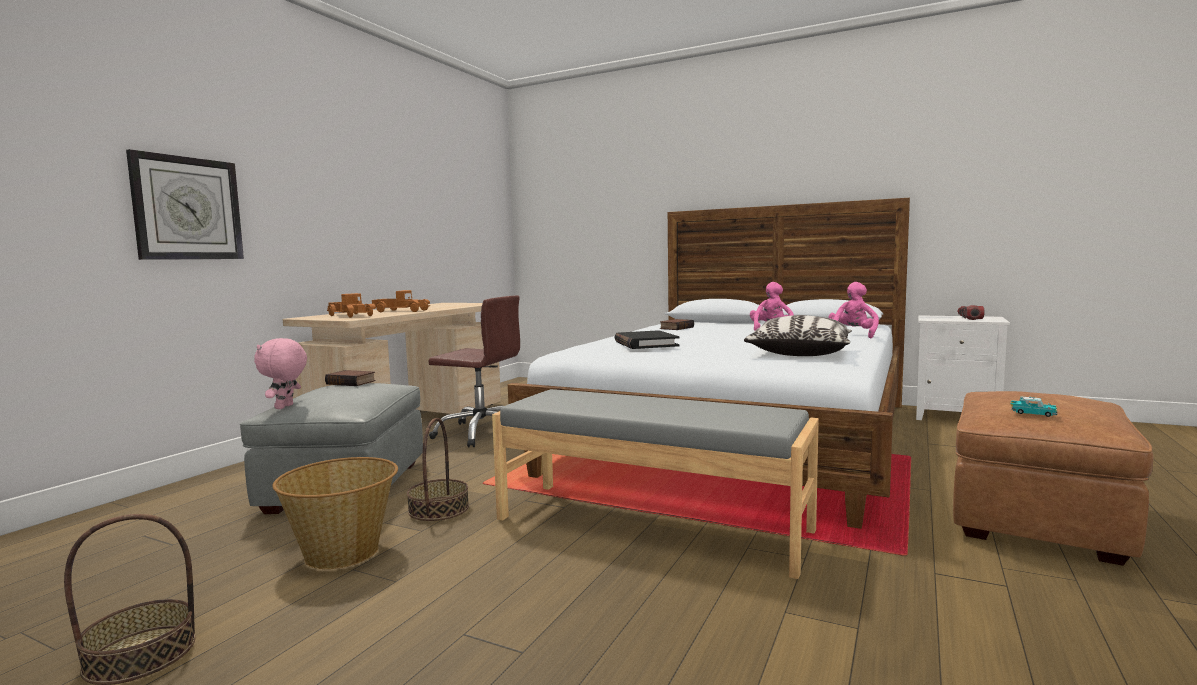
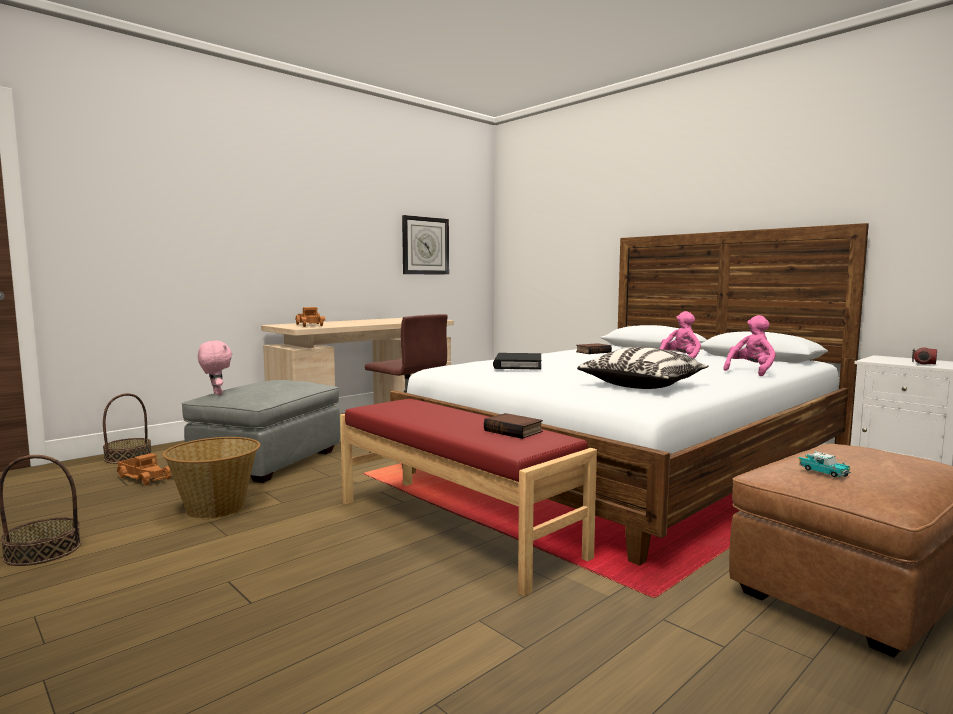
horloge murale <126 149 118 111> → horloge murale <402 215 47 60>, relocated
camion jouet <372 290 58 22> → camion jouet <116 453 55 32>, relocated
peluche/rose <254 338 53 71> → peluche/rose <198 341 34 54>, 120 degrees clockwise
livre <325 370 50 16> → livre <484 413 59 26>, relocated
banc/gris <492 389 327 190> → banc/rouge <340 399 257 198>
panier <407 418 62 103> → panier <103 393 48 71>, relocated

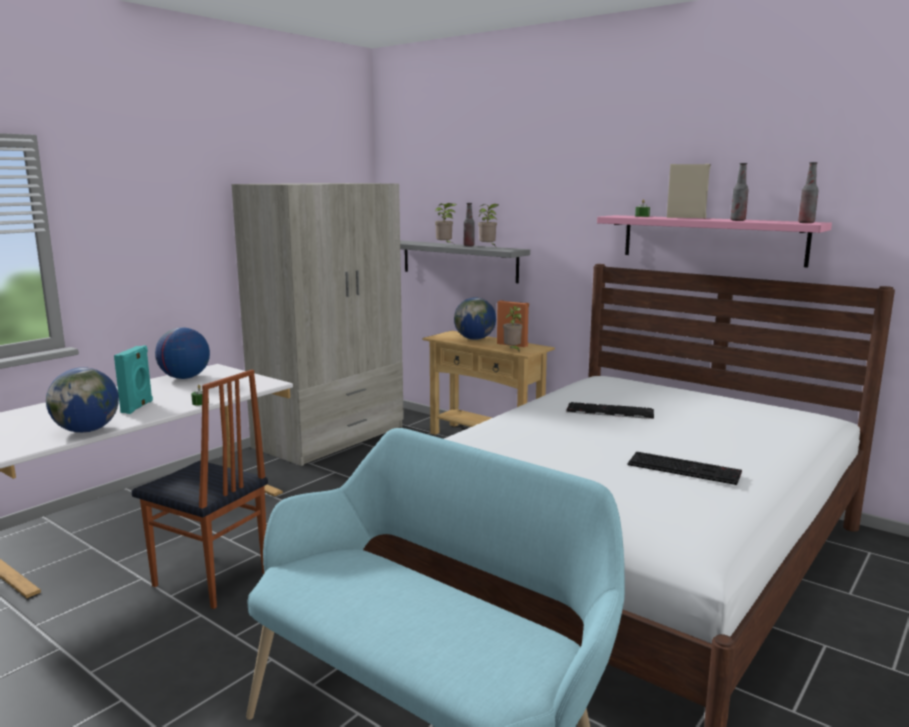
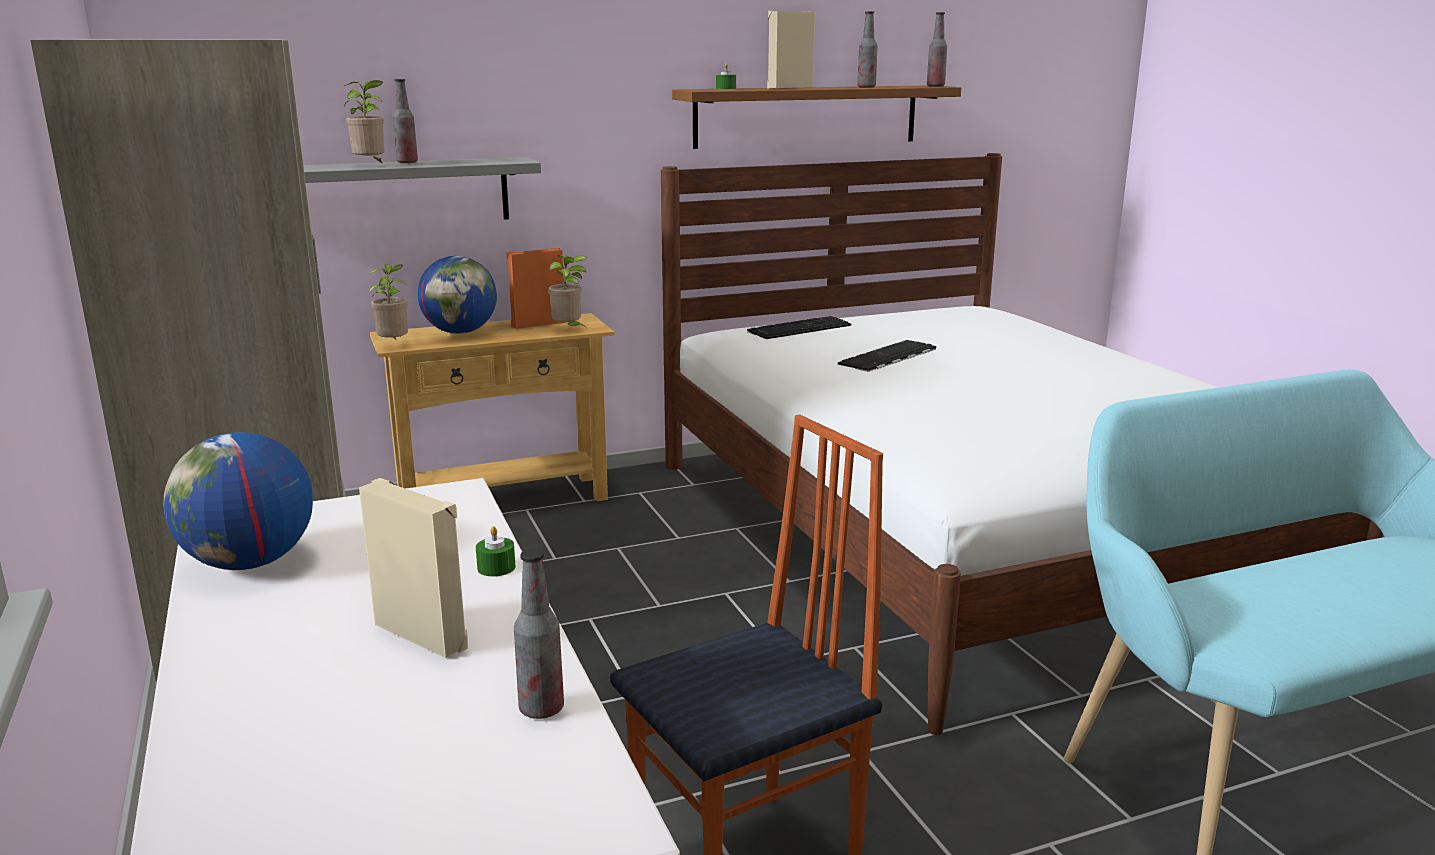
plante en pot <478 204 20 42> → plante en pot <368 264 40 75>, relocated
étagère/rose <597 215 235 53> → étagère/marron <672 85 289 64>
enceinte/turquoise <114 346 39 68> → enceinte/beige <359 478 109 180>
globe <46 367 73 66> → bouteille <514 549 50 170>
clavier <628 452 114 33> → clavier <747 316 104 23>, relocated

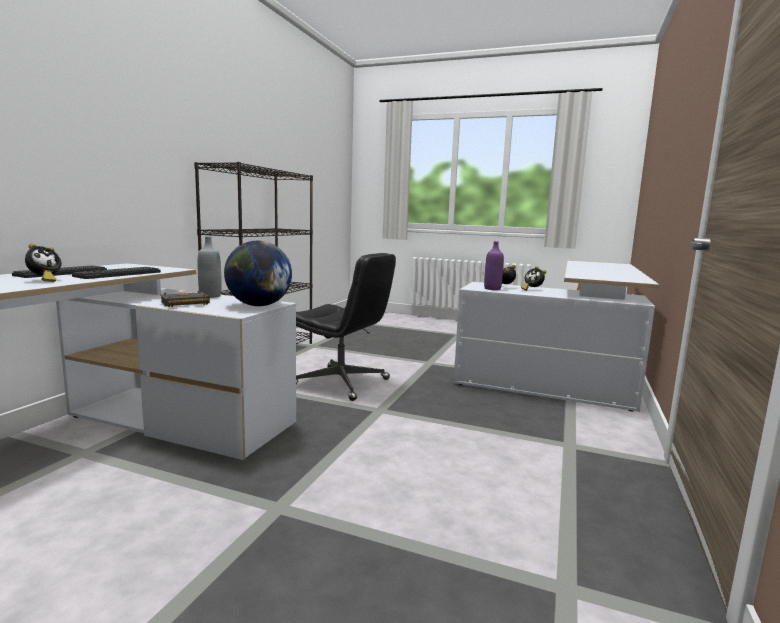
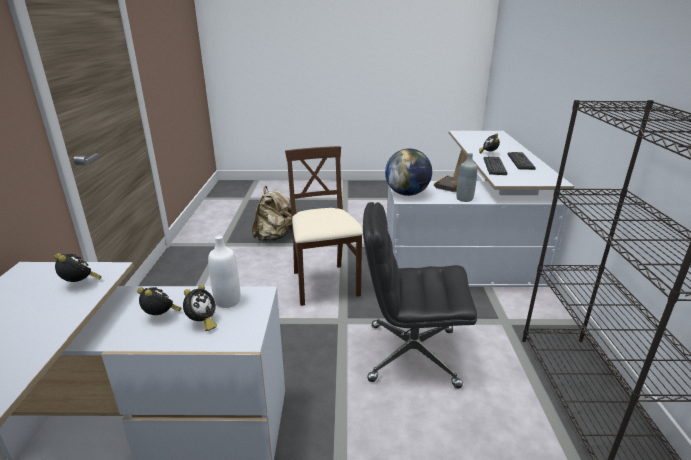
bouteille/violet <484 241 20 49> → bouteille/blanc <208 235 32 73>
- → chaise/beige <285 146 78 160>
- → sac à dos/beige <252 186 40 55>
- → réveil <54 253 48 29>

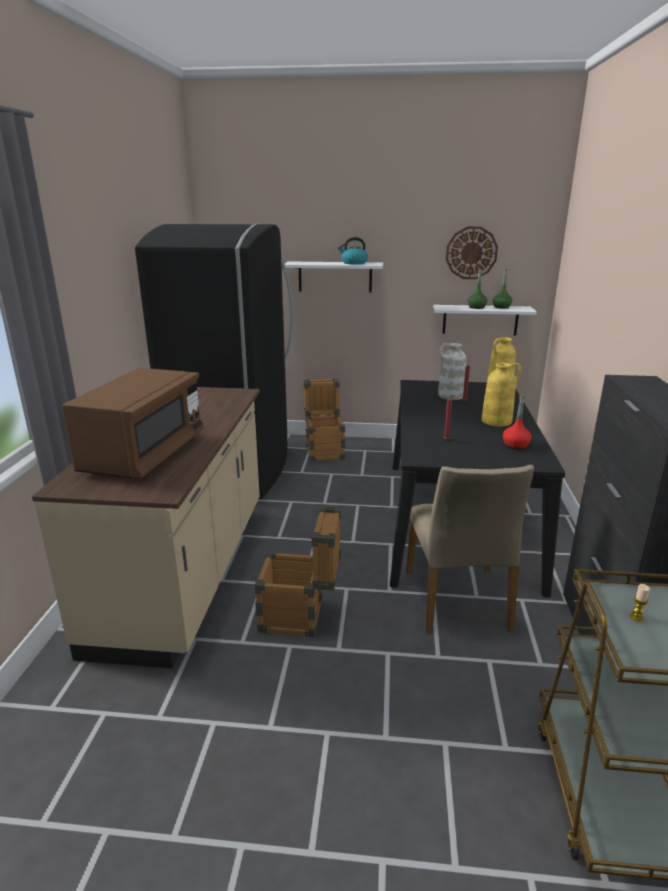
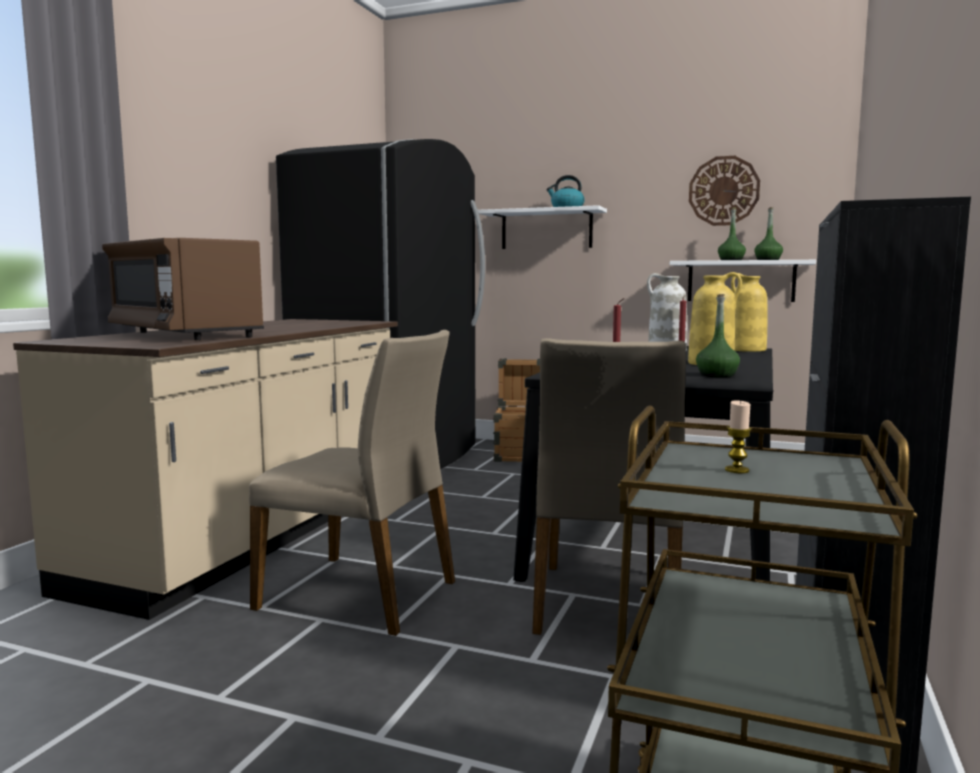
micro-ondes/marron <62 368 142 111> → micro-ondes/marron <102 238 162 102>, 105 degrees clockwise
bouteille/rouge <503 395 29 54> → bouteille/vert <696 294 44 83>
caisse <254 507 87 130> → chaise/beige <249 330 206 306>

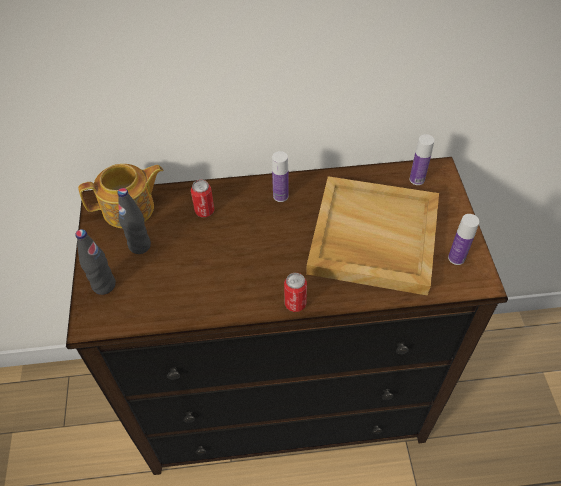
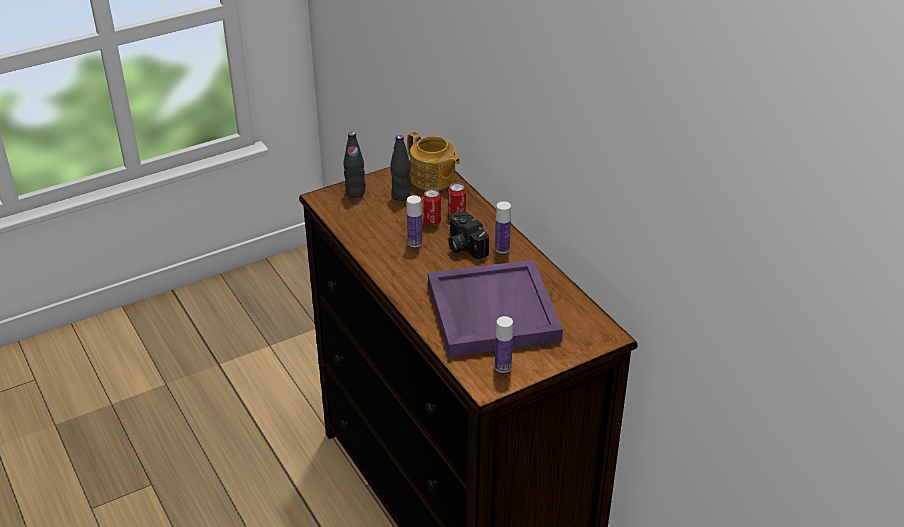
bouteille <410 134 24 51> → bouteille <407 195 15 52>, relocated
plateau/beige <306 176 133 120> → plateau/violet <428 260 135 97>
boîte métallique <284 273 23 39> → boîte métallique <423 189 18 36>, relocated
- → appareil photo <448 211 41 49>

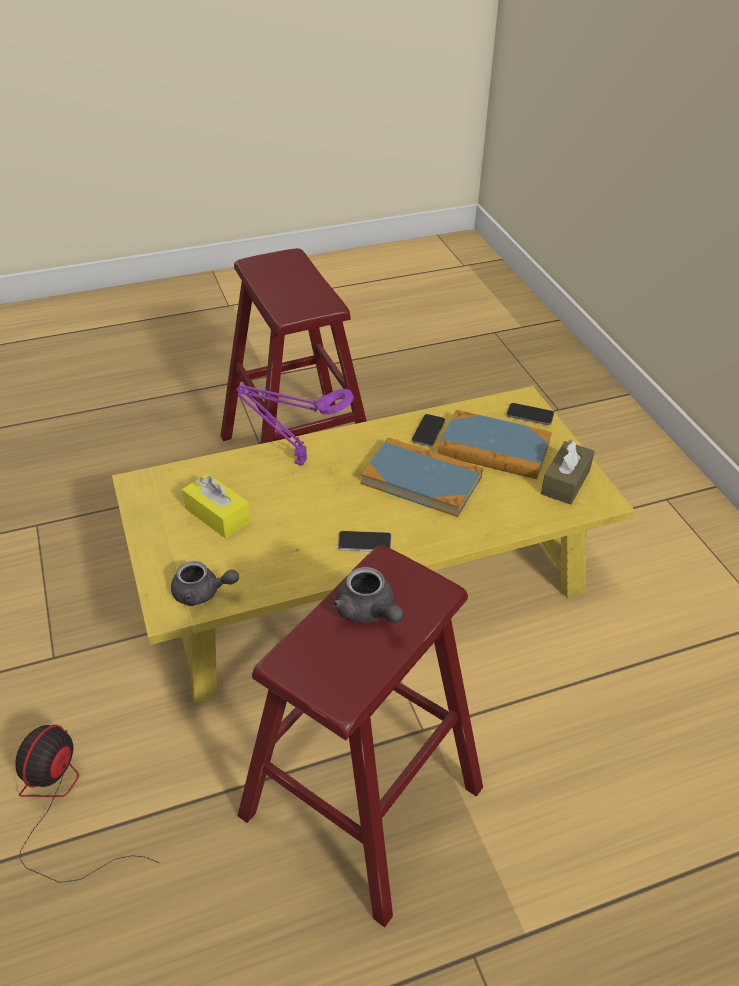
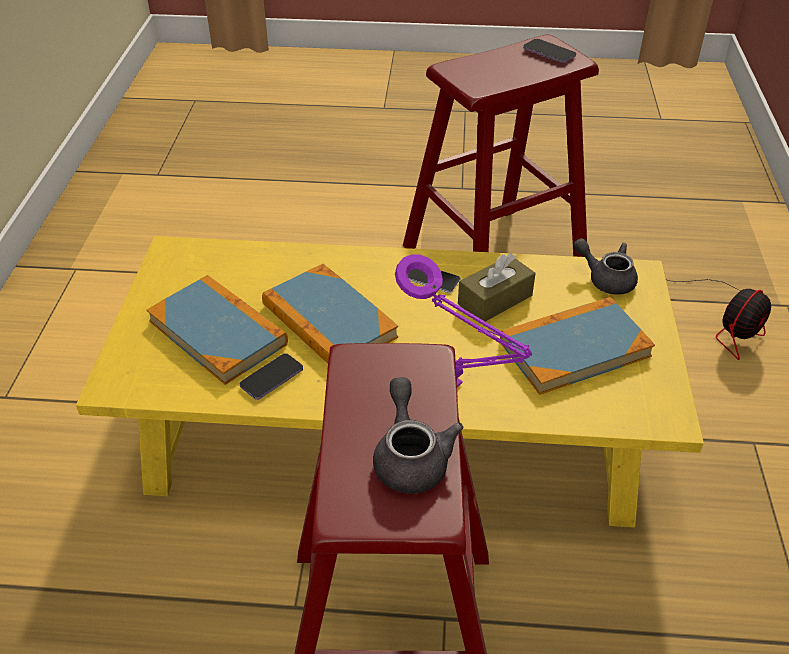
téléphone <507 403 47 22> → téléphone <523 39 53 24>, relocated
boîte à mouchoirs/marron <541 439 54 66> → boîte à mouchoirs/marron <458 253 78 69>, relocated
boîte à mouchoirs/jaune <182 473 69 65> → livre <500 297 155 98>
théière/gris <333 567 71 56> → théière/gris <373 377 90 117>, relocated

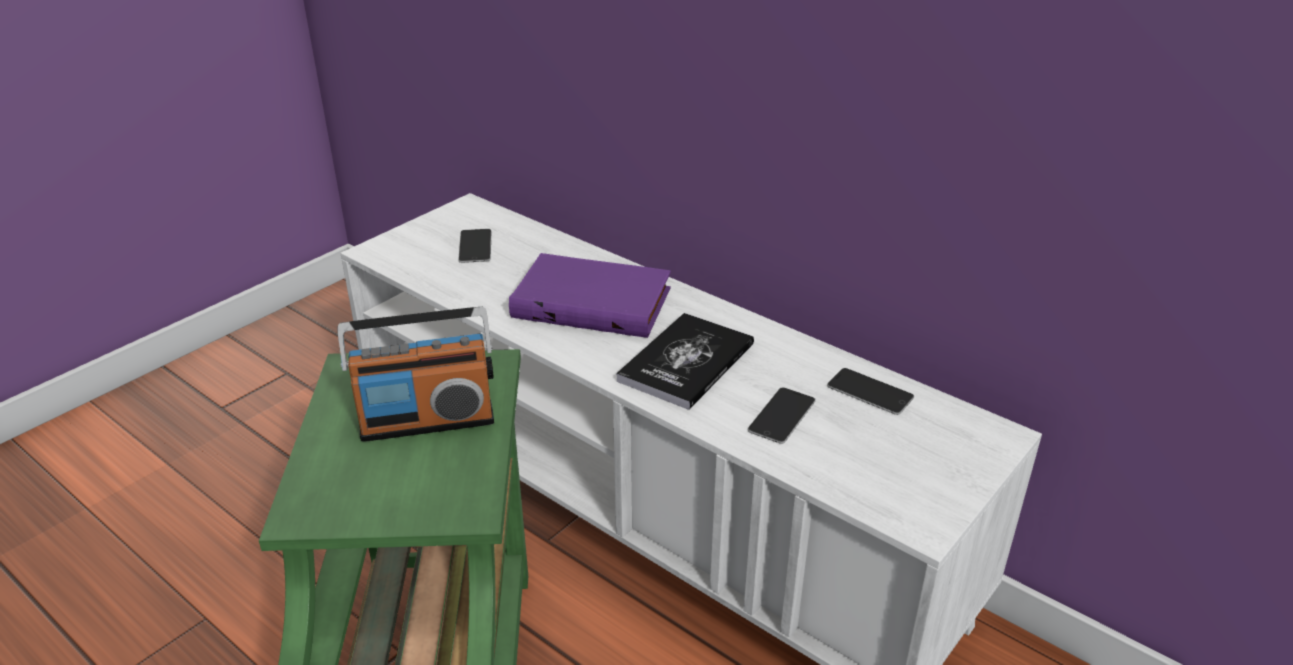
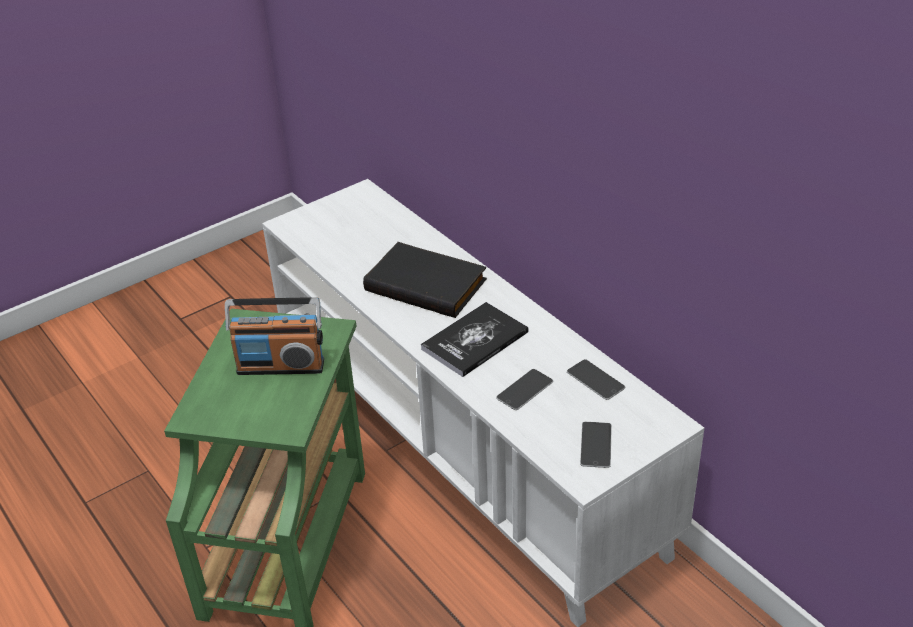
téléphone <458 229 33 34> → téléphone <580 422 32 46>, relocated
livre/violet <509 253 162 85> → livre/noir <363 242 124 76>

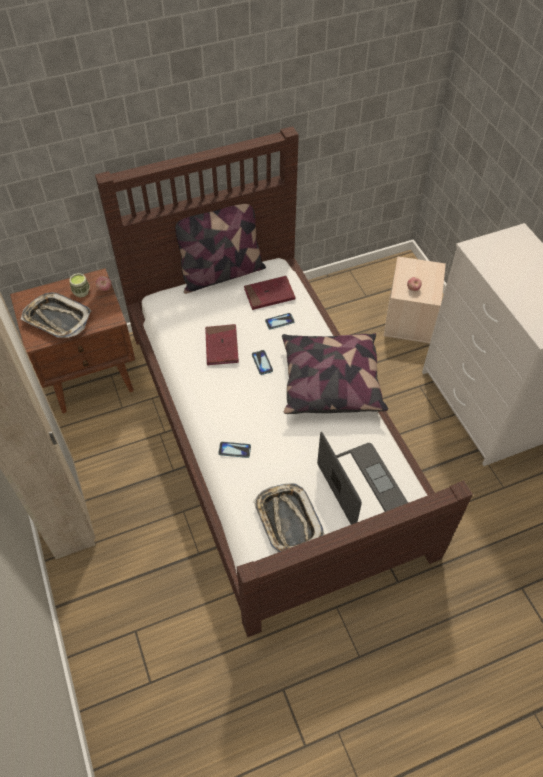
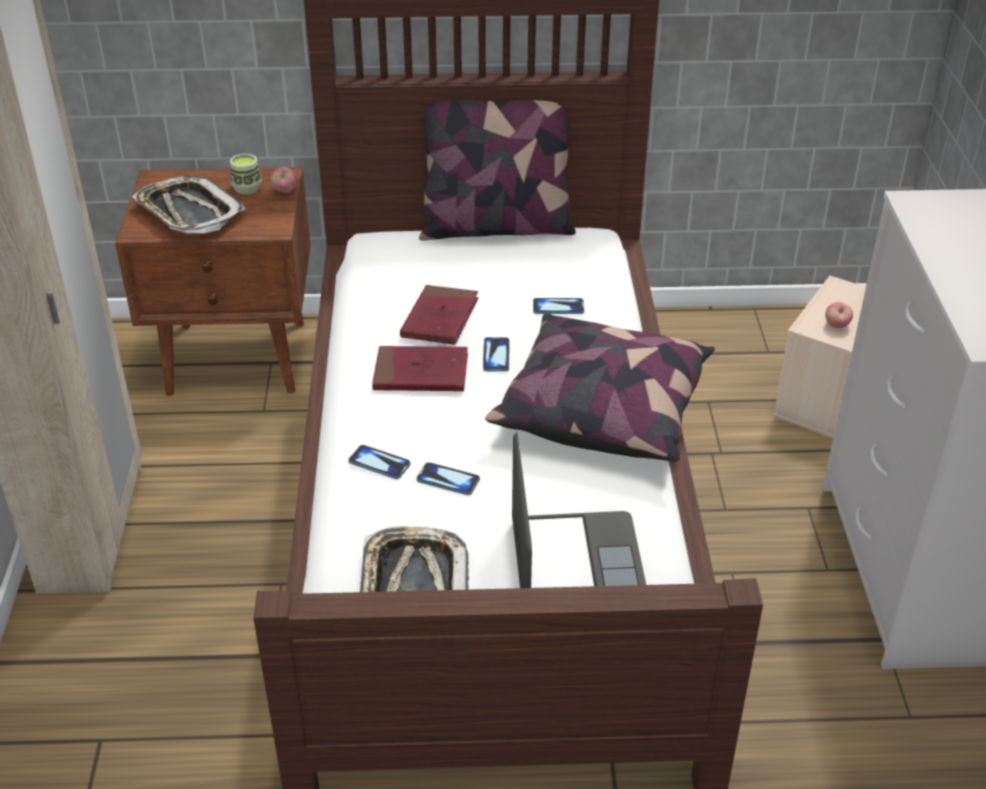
livre/rouge <244 276 51 34> → livre/rouge <372 346 96 45>, relocated
- → téléphone <416 462 64 33>

